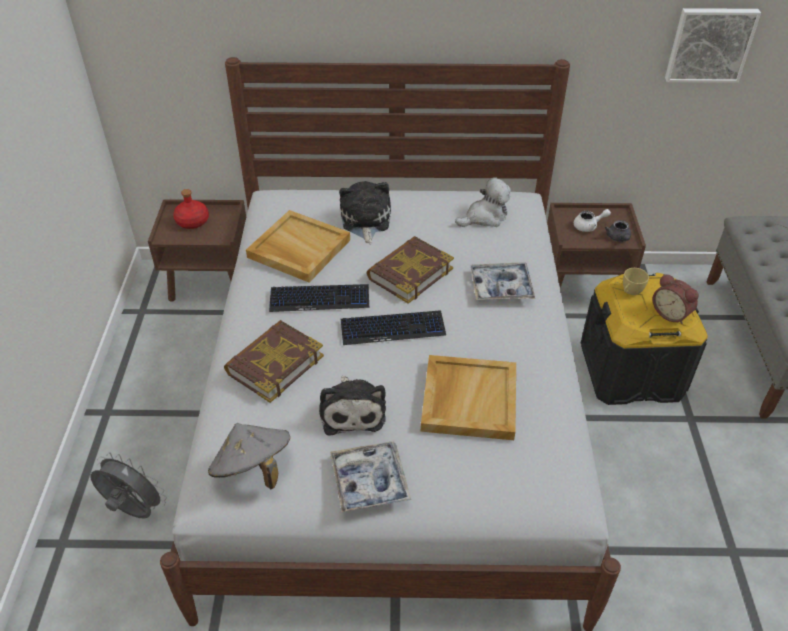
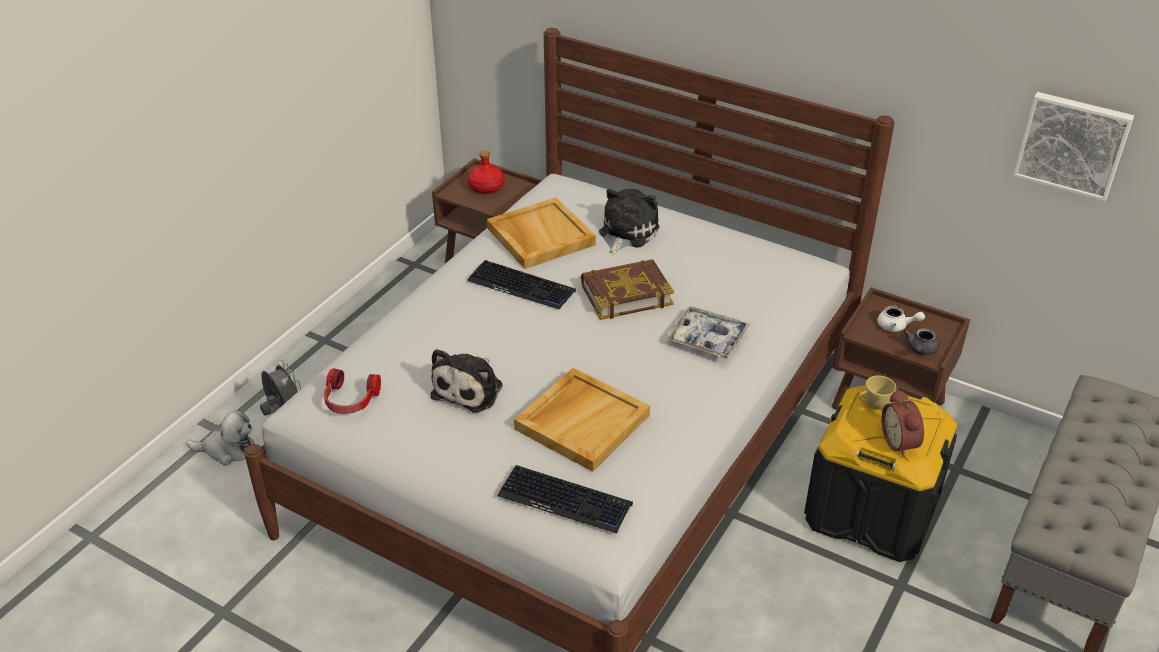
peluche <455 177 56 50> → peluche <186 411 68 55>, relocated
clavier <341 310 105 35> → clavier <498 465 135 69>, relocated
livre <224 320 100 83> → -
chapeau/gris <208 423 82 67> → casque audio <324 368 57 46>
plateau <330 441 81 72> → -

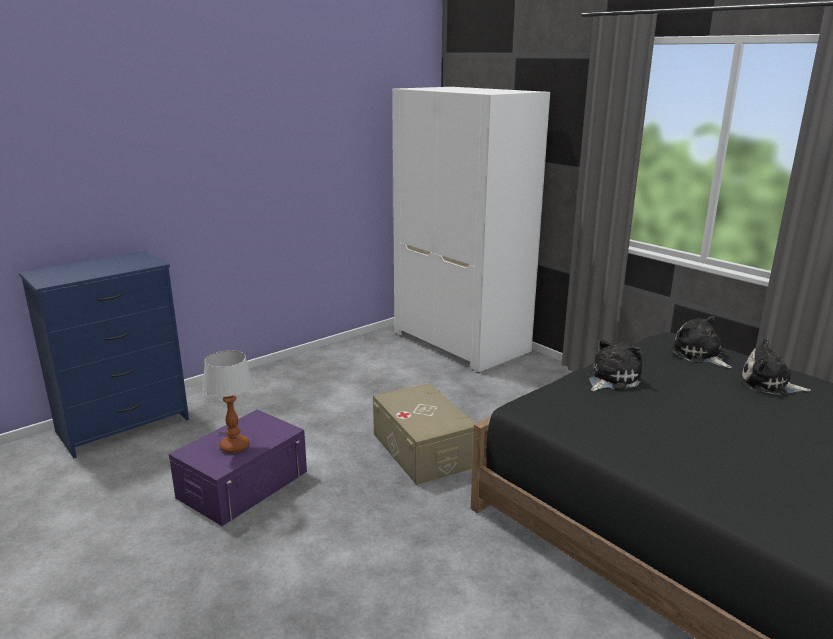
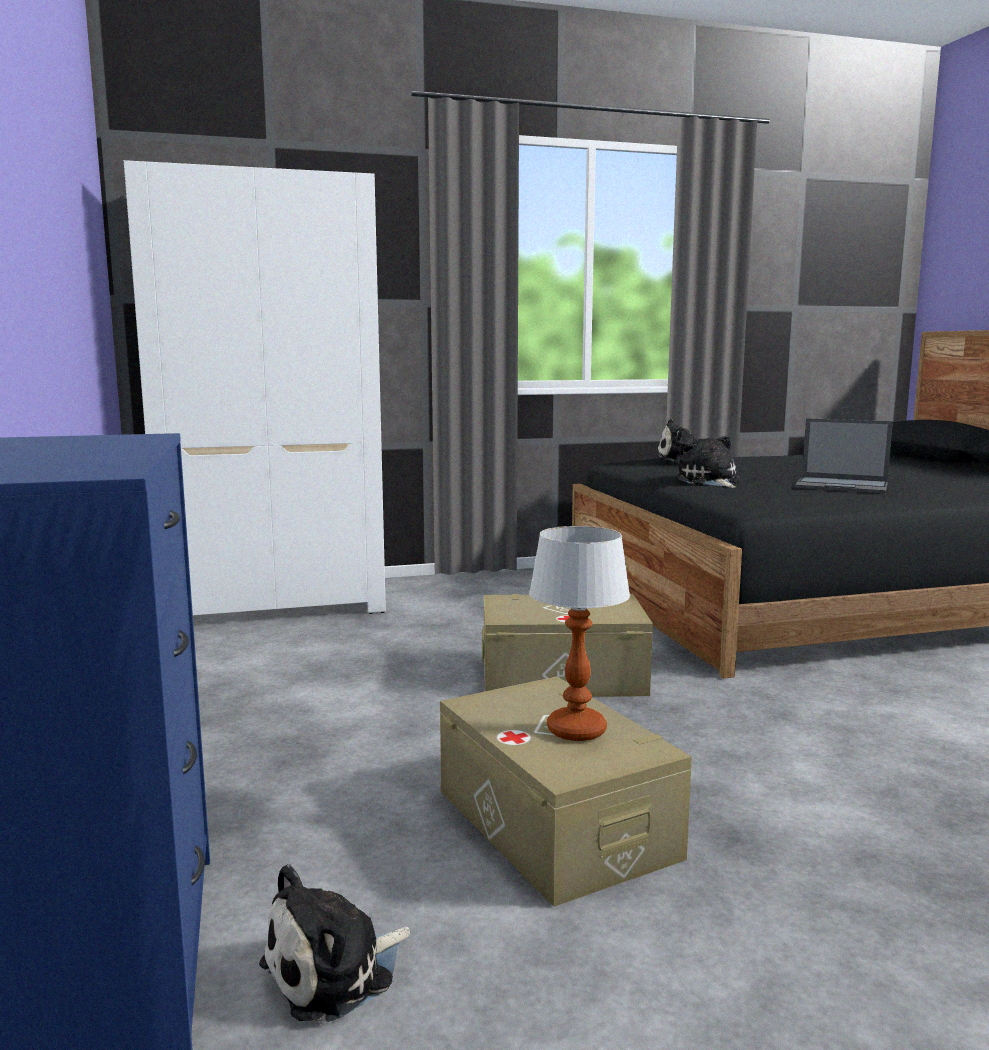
peluche <741 339 70 56> → peluche <259 864 151 158>, relocated
boîte de rangement/violet <169 409 138 117> → boîte de rangement/beige <440 676 252 231>
- → ordinateur portable <795 418 98 75>

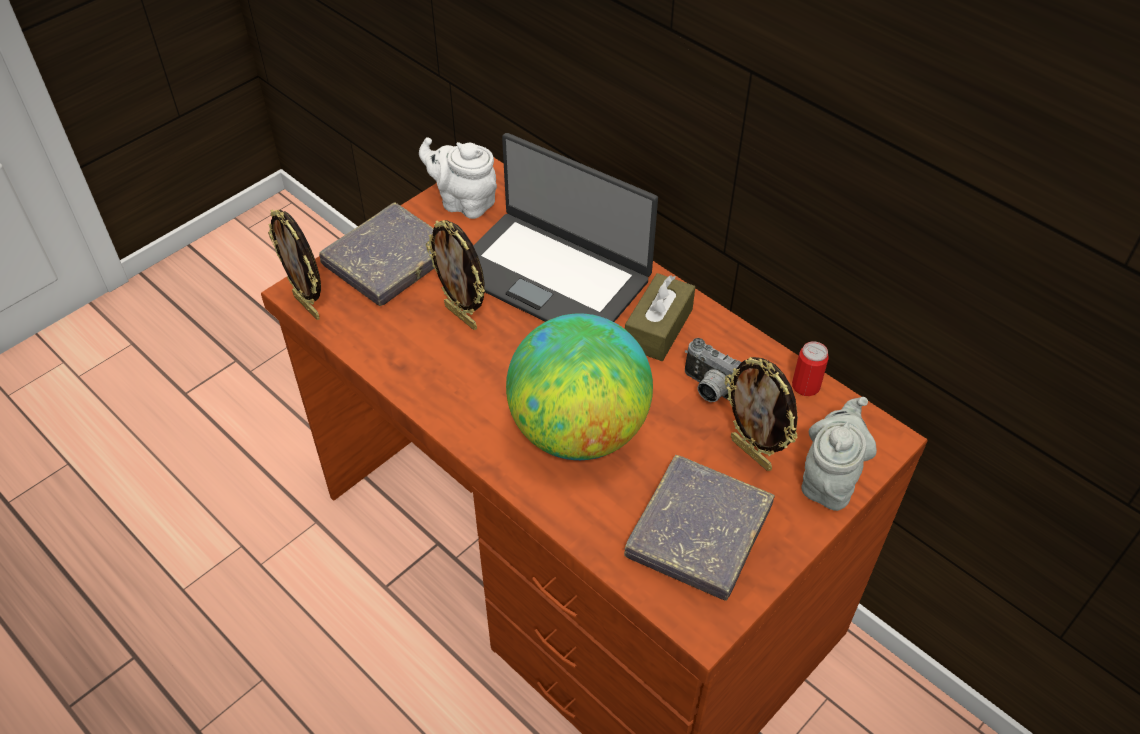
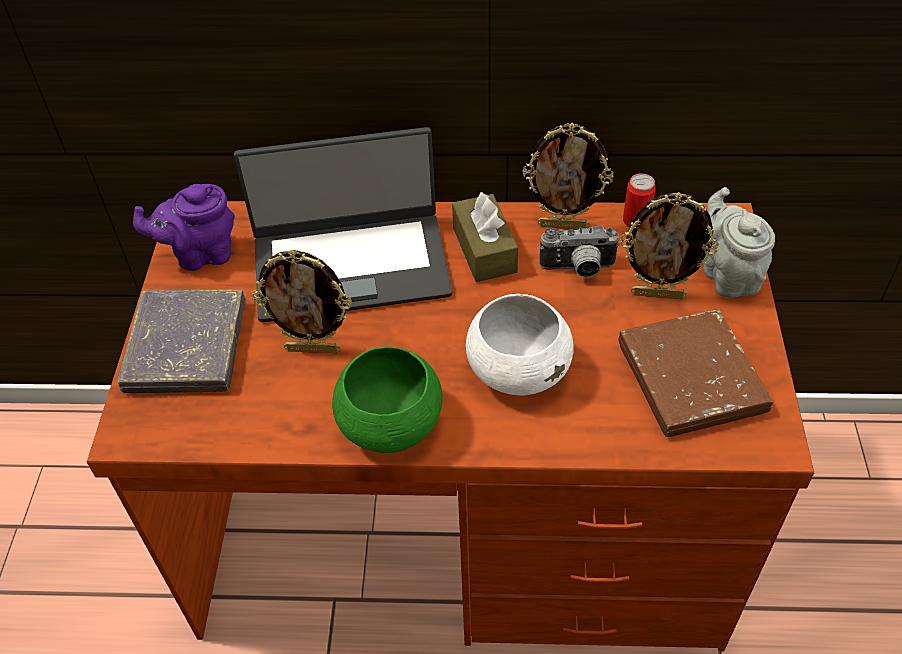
théière/blanc <419 137 78 82> → théière/violet <133 184 102 87>
cadre photo <268 209 53 111> → cadre photo <523 123 90 106>, relocated
globe <506 313 147 147> → bol/blanc <466 294 108 102>
livre/gris <624 455 151 146> → livre/marron <618 309 155 128>
- → bol/vert <332 346 111 107>

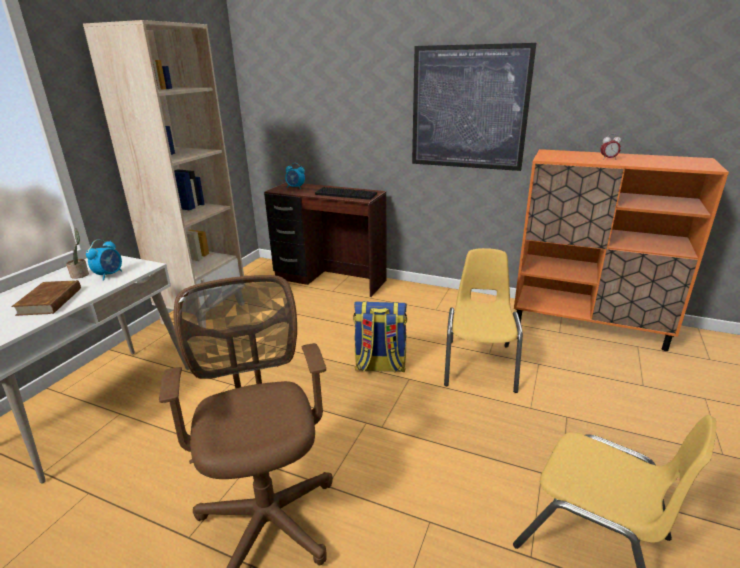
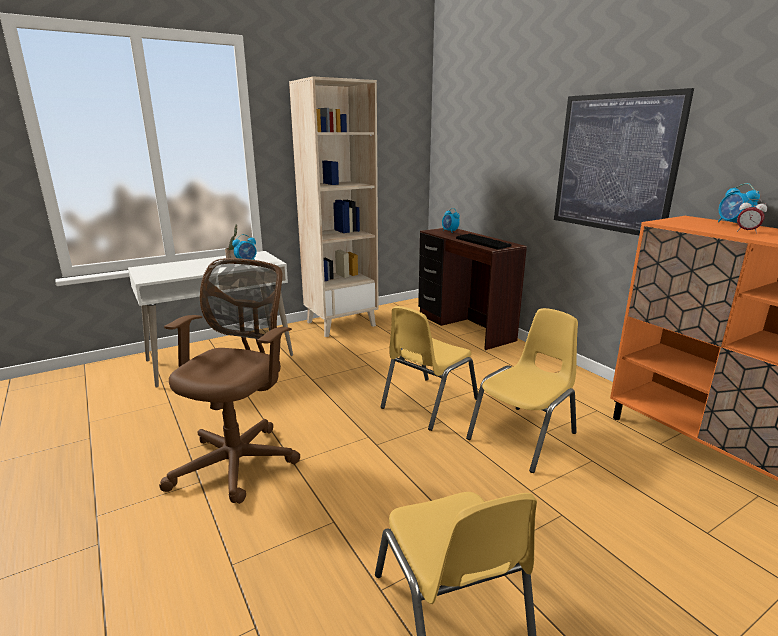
livre/marron <11 280 70 36> → -
sac à dos <353 301 54 72> → chaise/jaune <380 306 98 125>
- → réveil <718 183 42 40>

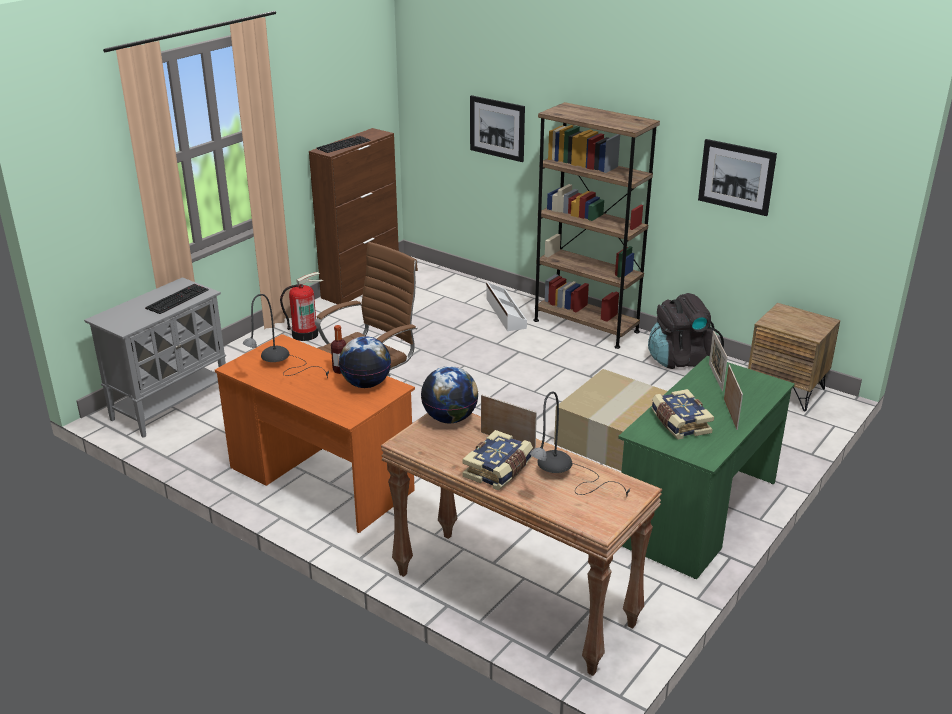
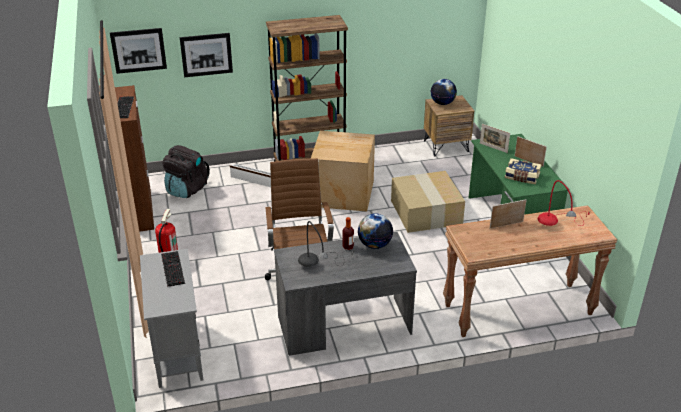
tableau <698 139 79 77> → tableau <110 28 57 46>, relocated
sac à dos/noir <648 293 76 76> → sac à dos/noir <162 145 48 53>, relocated
bureau/orange <215 334 200 199> → bureau/gris <274 232 143 124>
globe <421 366 58 57> → globe <431 79 26 26>, relocated
lampe de table/gris <530 391 100 107> → lampe de table/rouge <538 180 52 46>
livre <462 430 71 61> → -
- → carton <311 131 64 81>

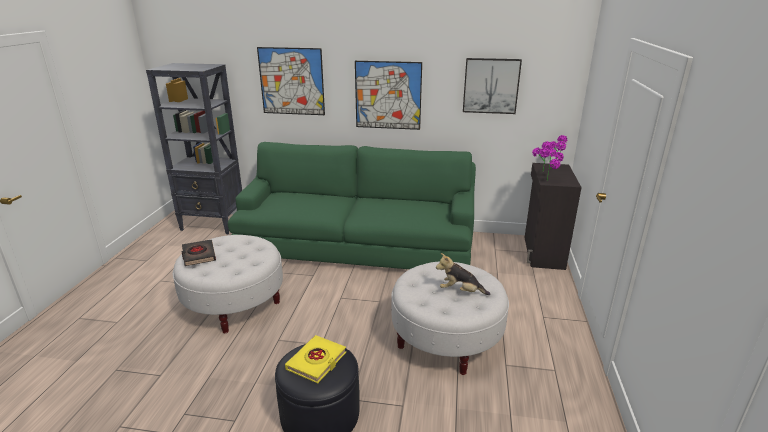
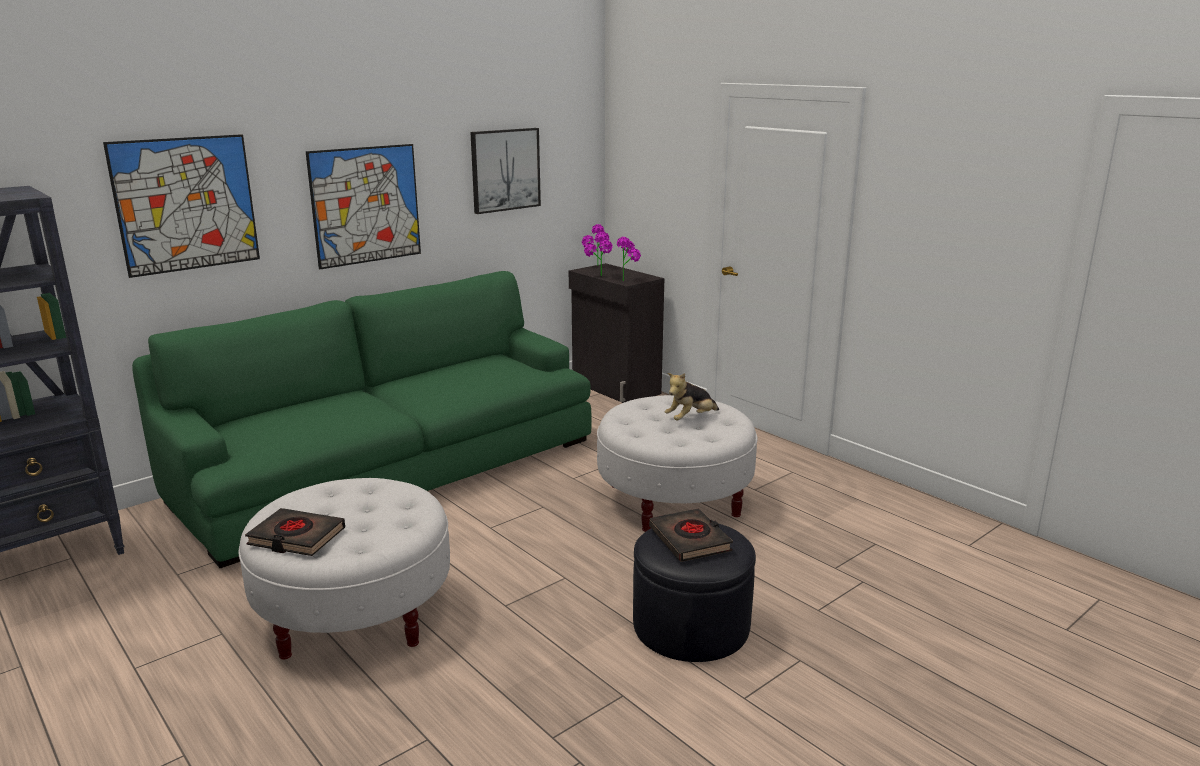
livre/jaune <285 335 61 48> → livre/noir <649 508 84 54>

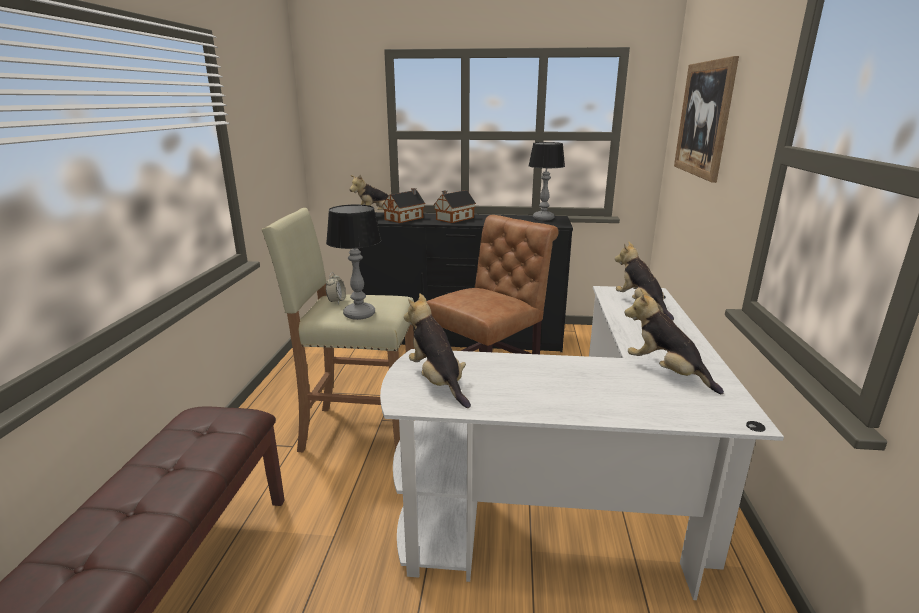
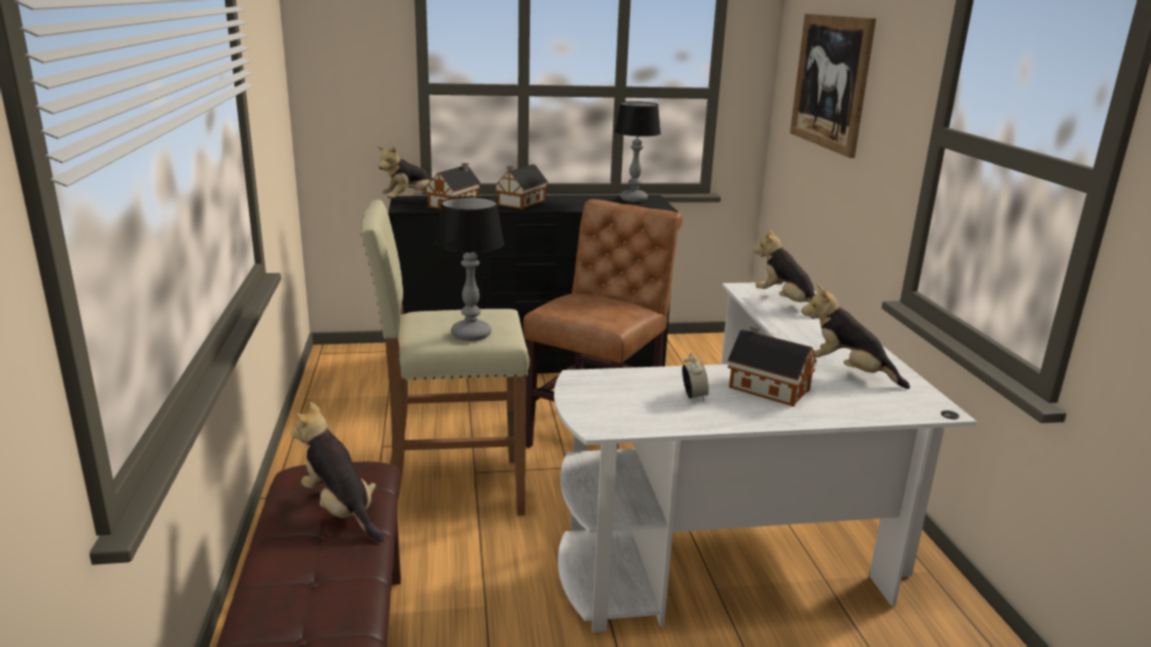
réveil <326 272 20 32> → réveil <682 353 27 49>, relocated
peluche <404 293 67 115> → peluche <291 402 93 140>, relocated
- → maison miniature <728 324 89 83>

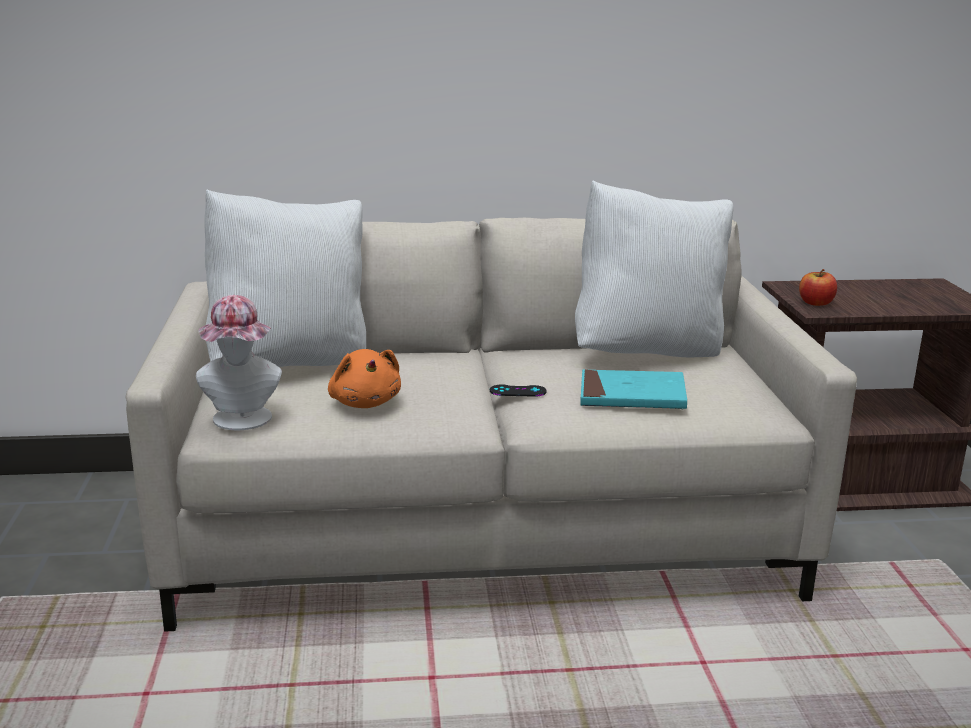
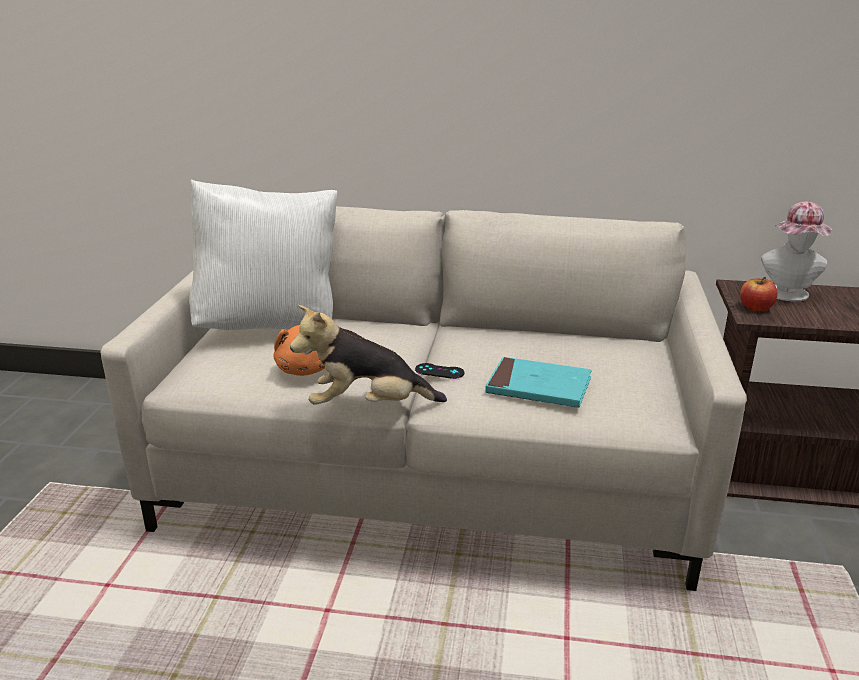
coussin/blanc <575 181 158 176> → -
chapeau <196 295 86 135> → chapeau <761 201 71 100>, relocated
- → peluche <290 305 157 100>

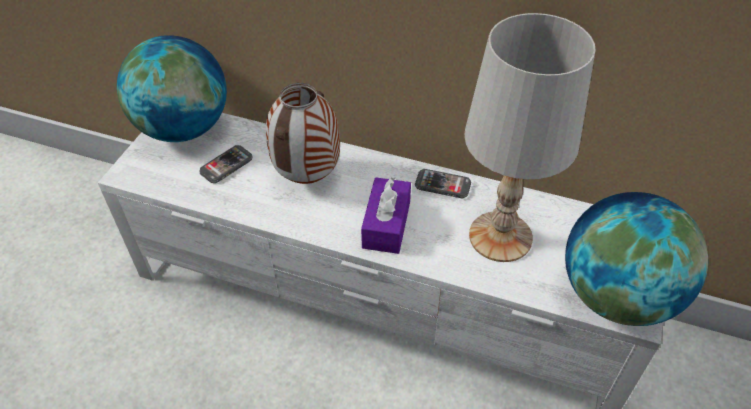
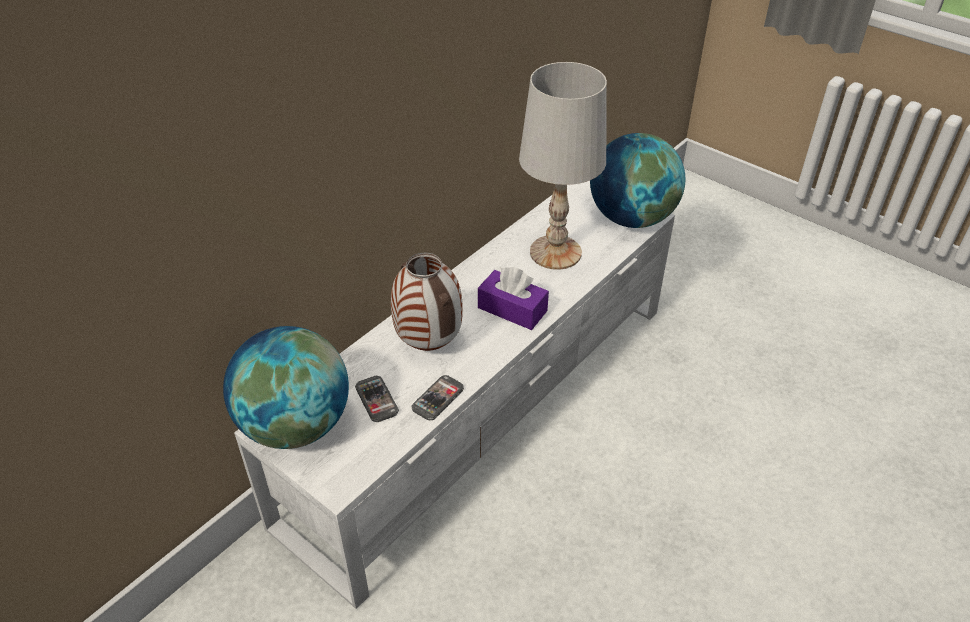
téléphone <415 169 56 29> → téléphone <411 375 53 45>, relocated

